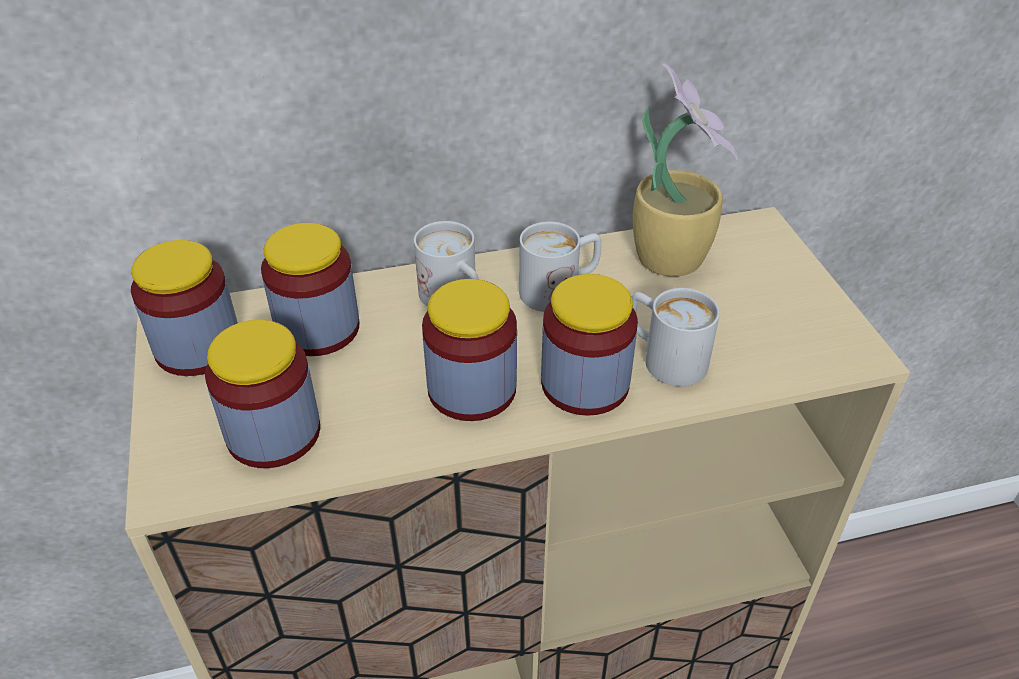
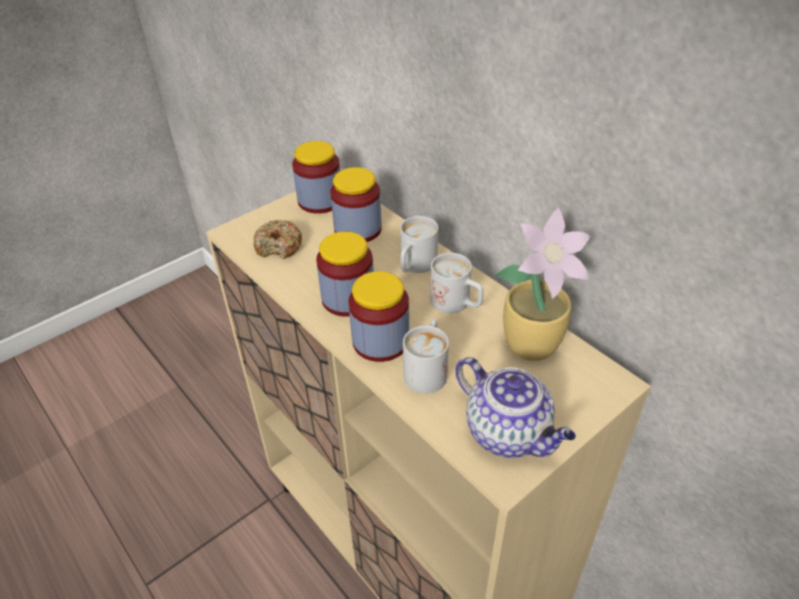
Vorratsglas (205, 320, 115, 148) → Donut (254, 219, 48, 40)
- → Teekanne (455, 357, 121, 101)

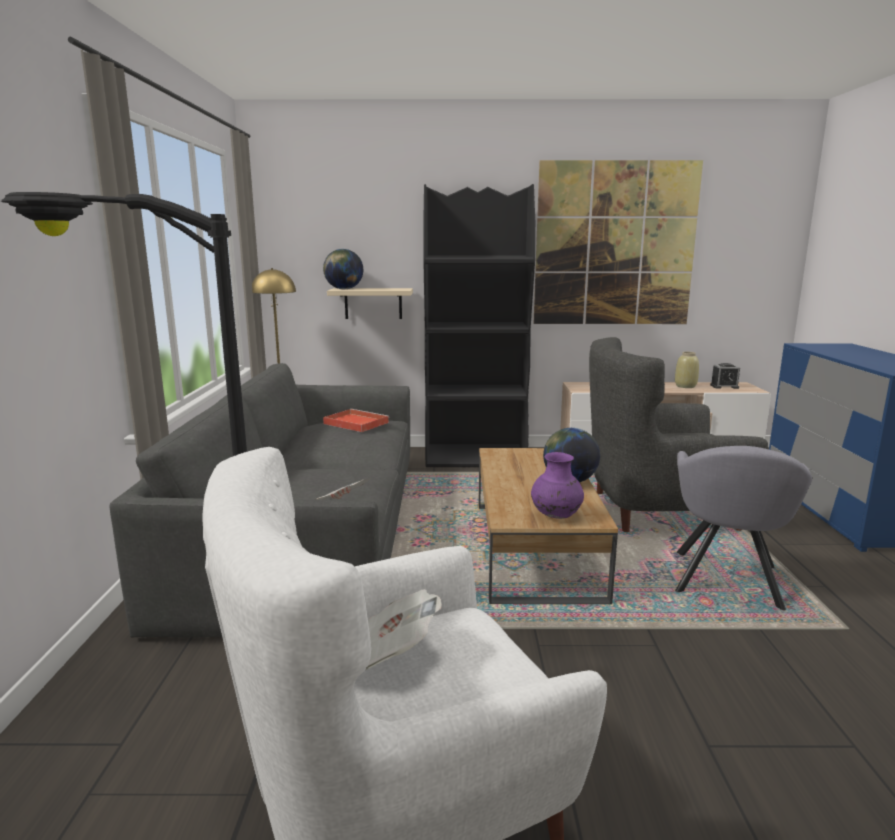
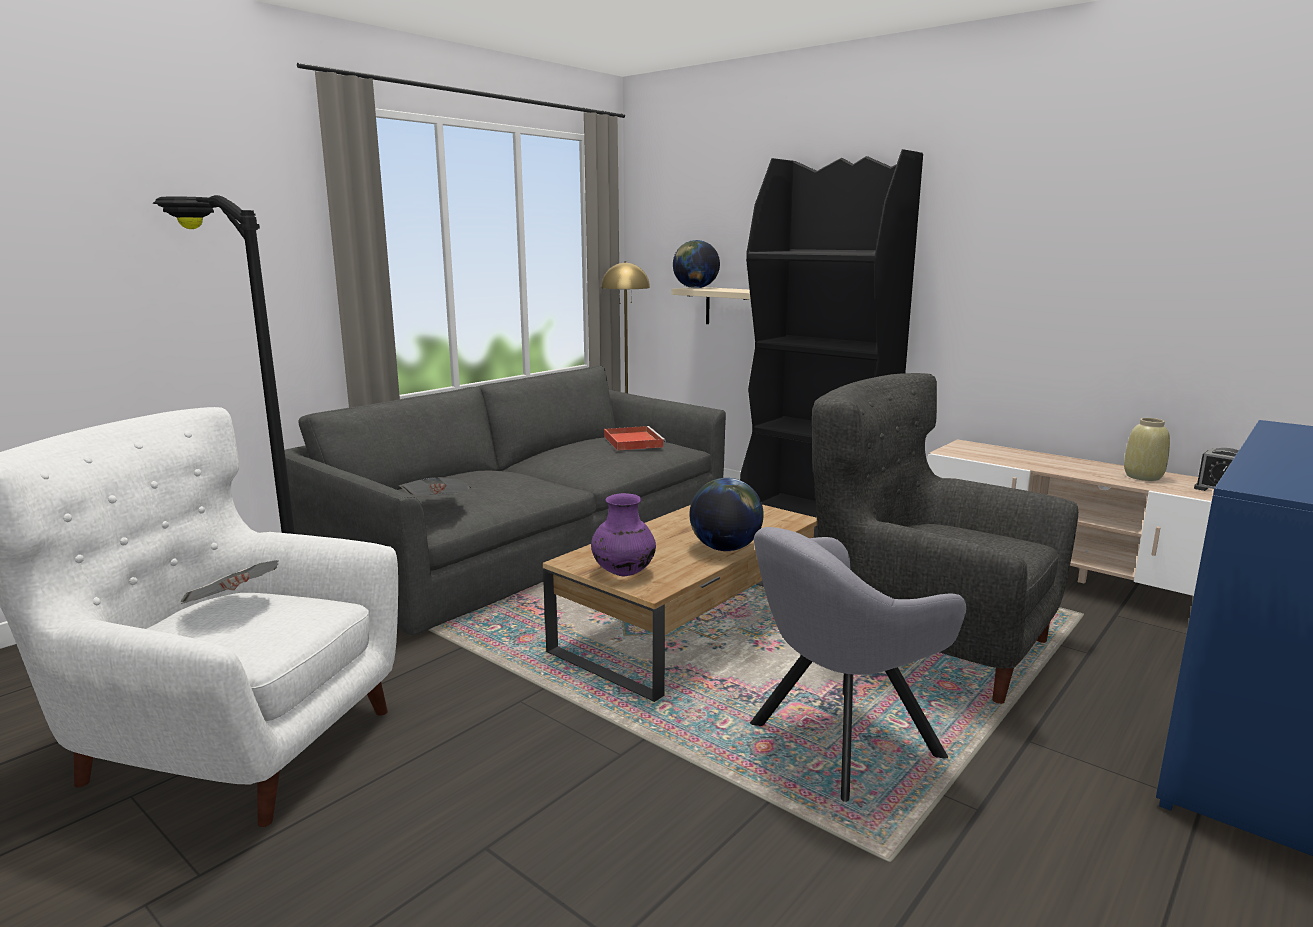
Bild (533, 160, 170, 164) → -

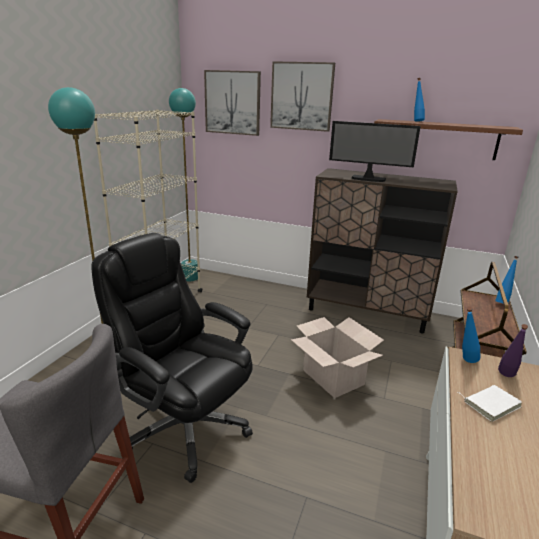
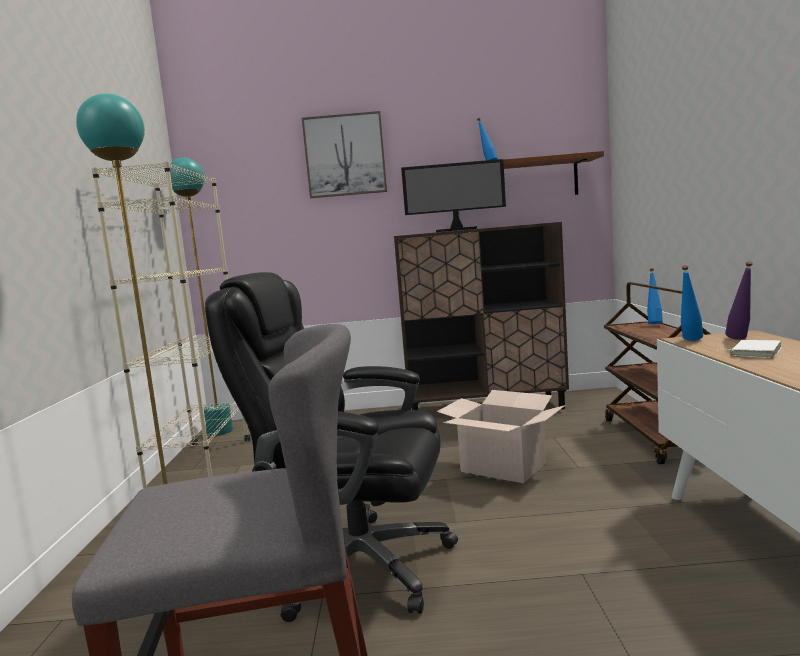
Bild (204, 70, 57, 66) → -

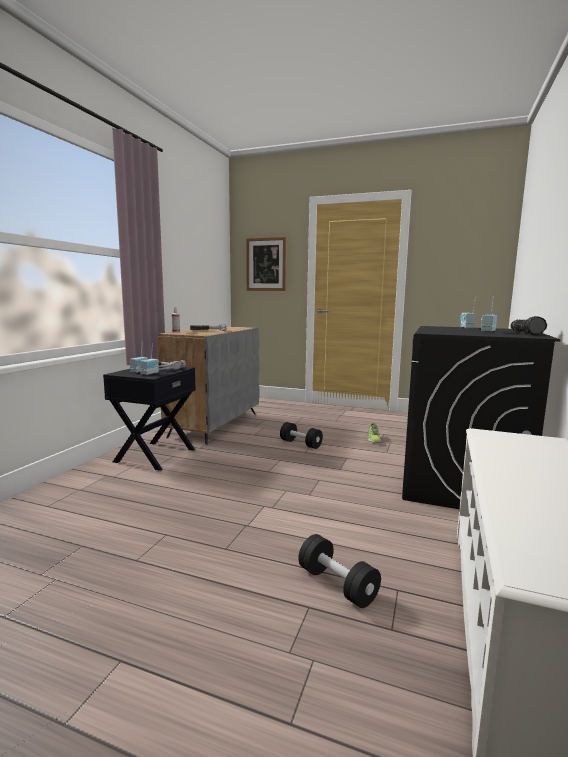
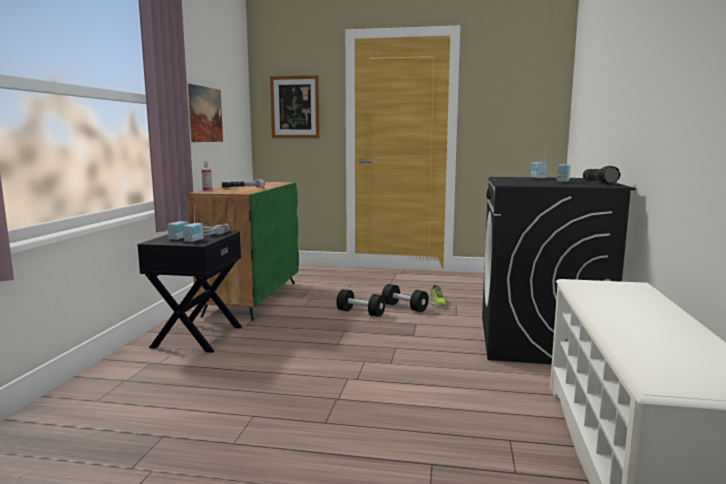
Schrank [grau] (158, 327, 102, 117) → Schrank [grün] (188, 182, 111, 139)
Hantel [schwarz] (298, 534, 83, 74) → Hantel [schwarz] (382, 284, 47, 28), move
- → Bild (188, 84, 35, 58)

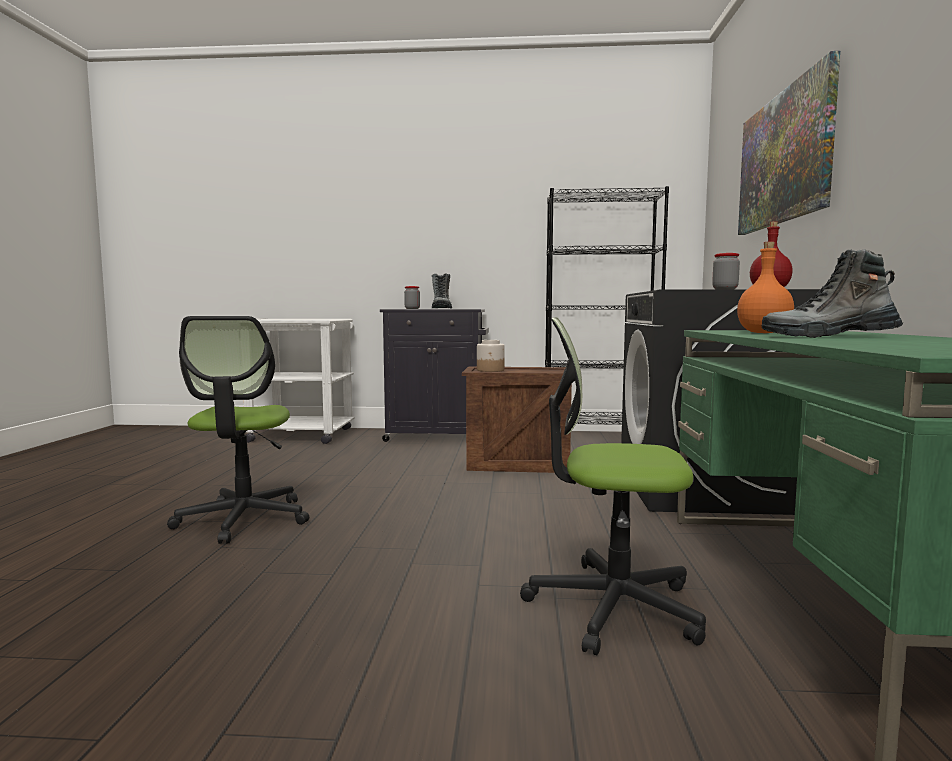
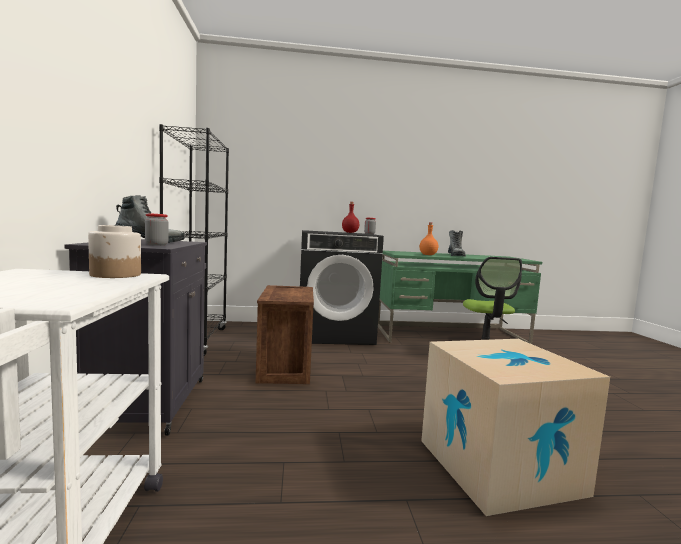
Bild (738, 51, 102, 184) → -
Bürostuhl (167, 316, 142, 228) → Karton (421, 339, 189, 177)
Vorratsglas (477, 340, 28, 32) → Vorratsglas (88, 225, 53, 53), move

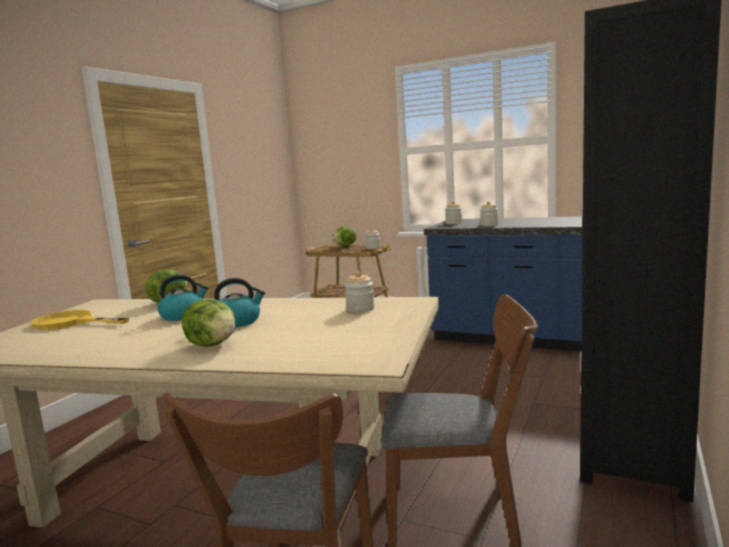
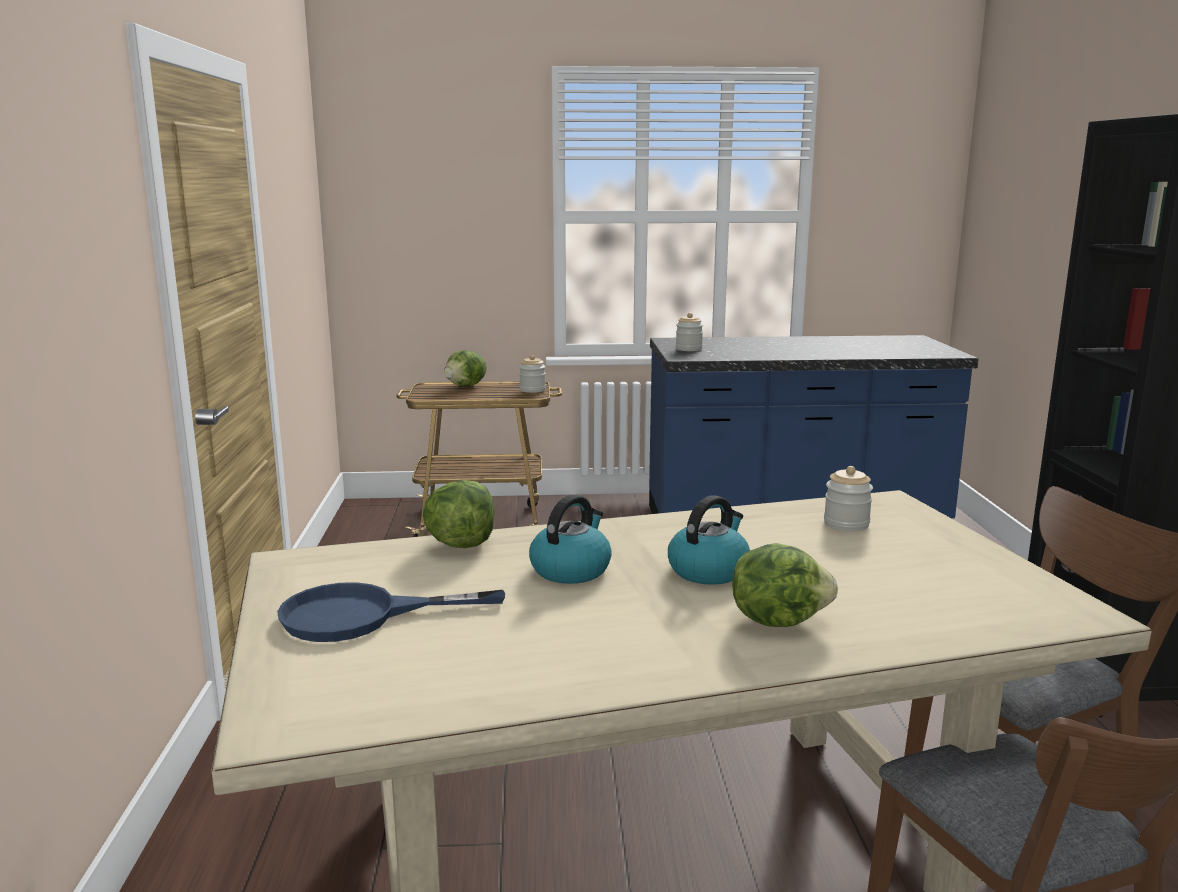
Vorratsglas (480, 201, 18, 25) → -
Pfanne [gelb] (31, 310, 98, 20) → Pfanne [blau] (277, 582, 228, 60)

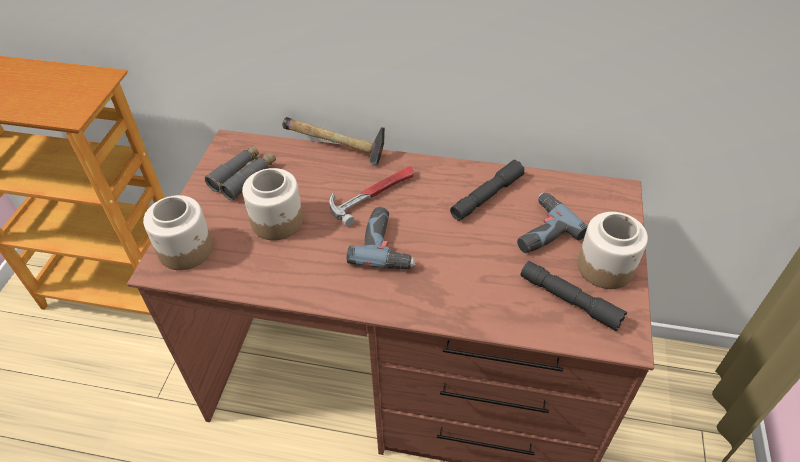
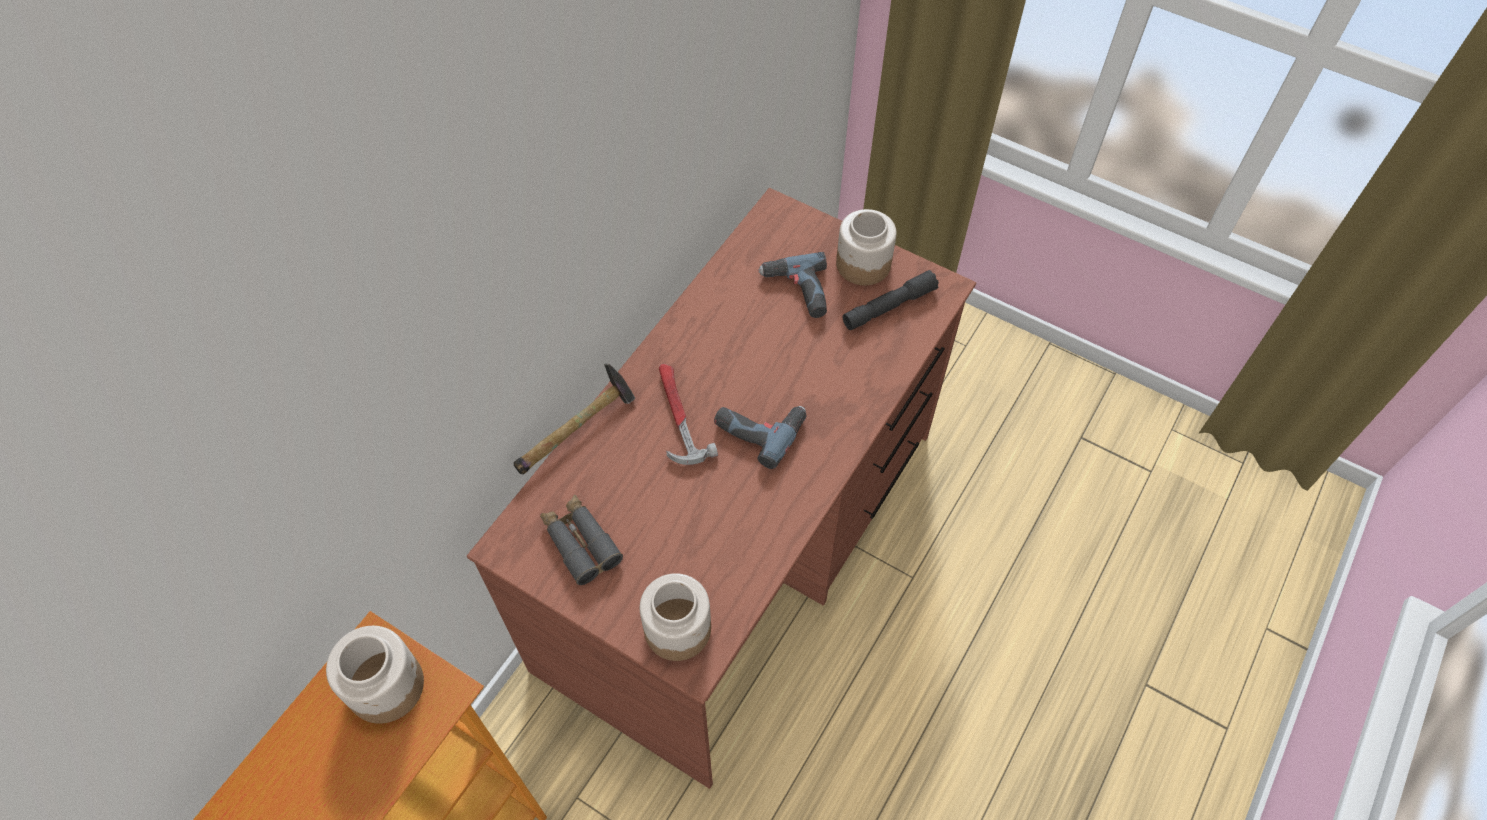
Taschenlampe [grau] (450, 160, 75, 61) → -
Vorratsglas (242, 168, 61, 72) → Vorratsglas (326, 626, 98, 98), move

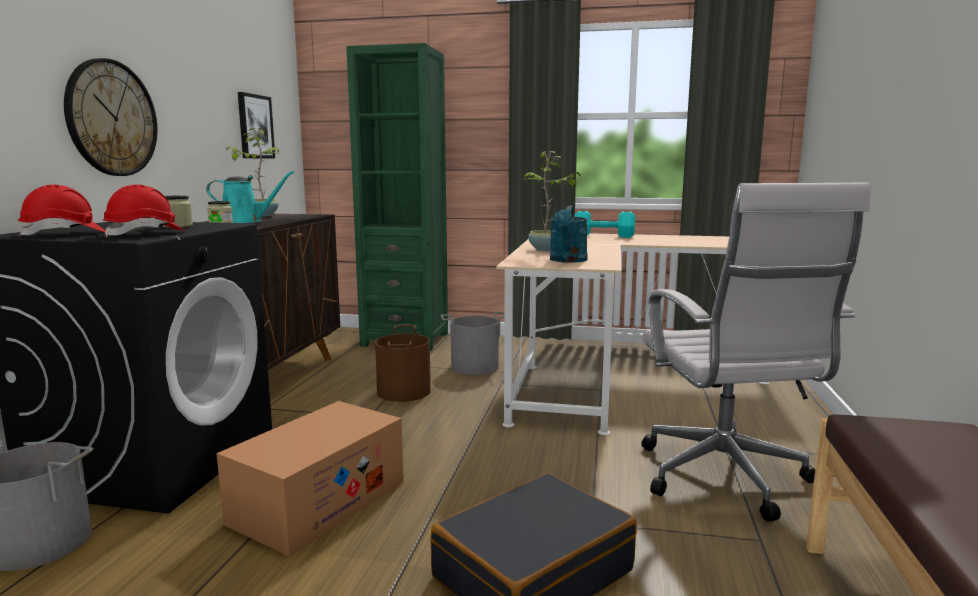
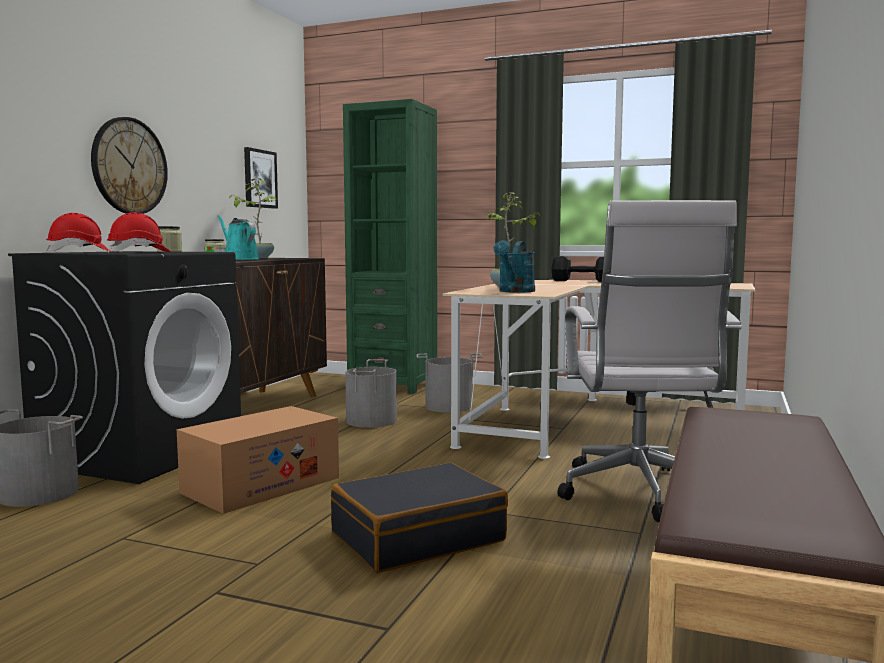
Gießkanne [türkis] (206, 171, 88, 52) → Gießkanne [türkis] (217, 215, 42, 45), 135 degrees counterclockwise
Hantel [türkis] (574, 211, 61, 27) → Hantel [schwarz] (551, 256, 53, 26)
Eimer [braun] (375, 325, 56, 77) → Eimer [grau] (345, 359, 52, 69)

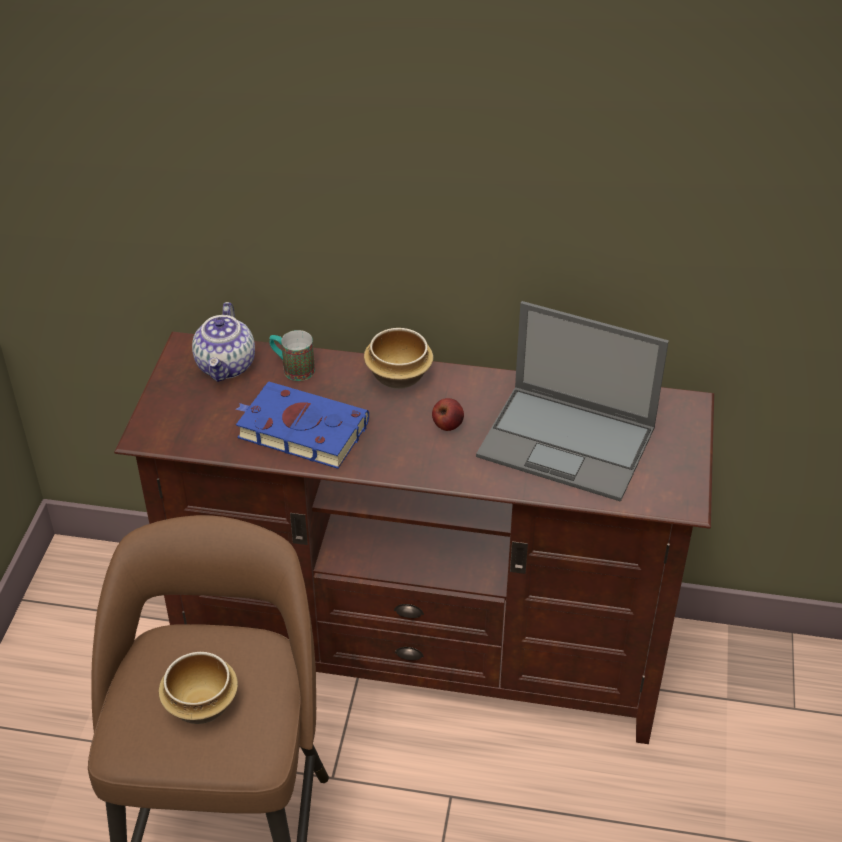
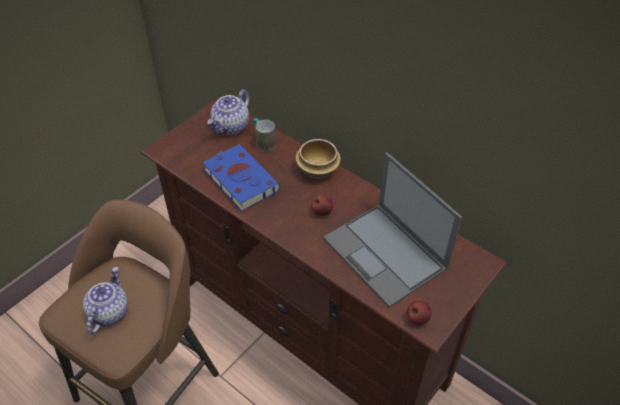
Schüssel (158, 652, 80, 72) → Teekanne (83, 267, 45, 67)
- → Apfel (407, 301, 25, 24)

